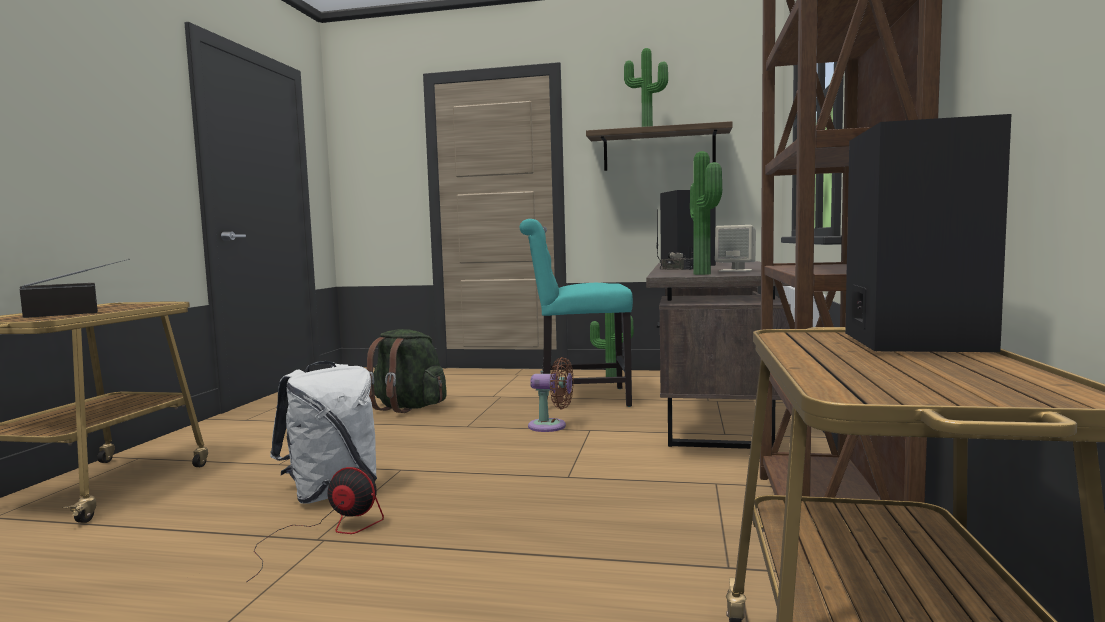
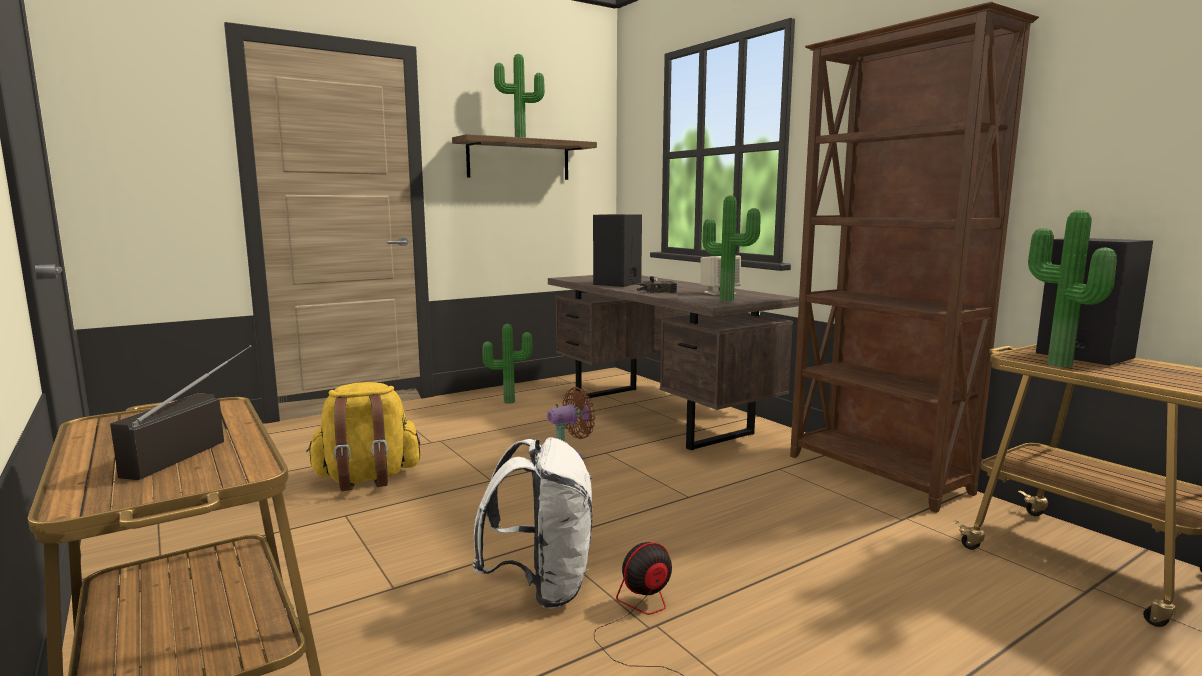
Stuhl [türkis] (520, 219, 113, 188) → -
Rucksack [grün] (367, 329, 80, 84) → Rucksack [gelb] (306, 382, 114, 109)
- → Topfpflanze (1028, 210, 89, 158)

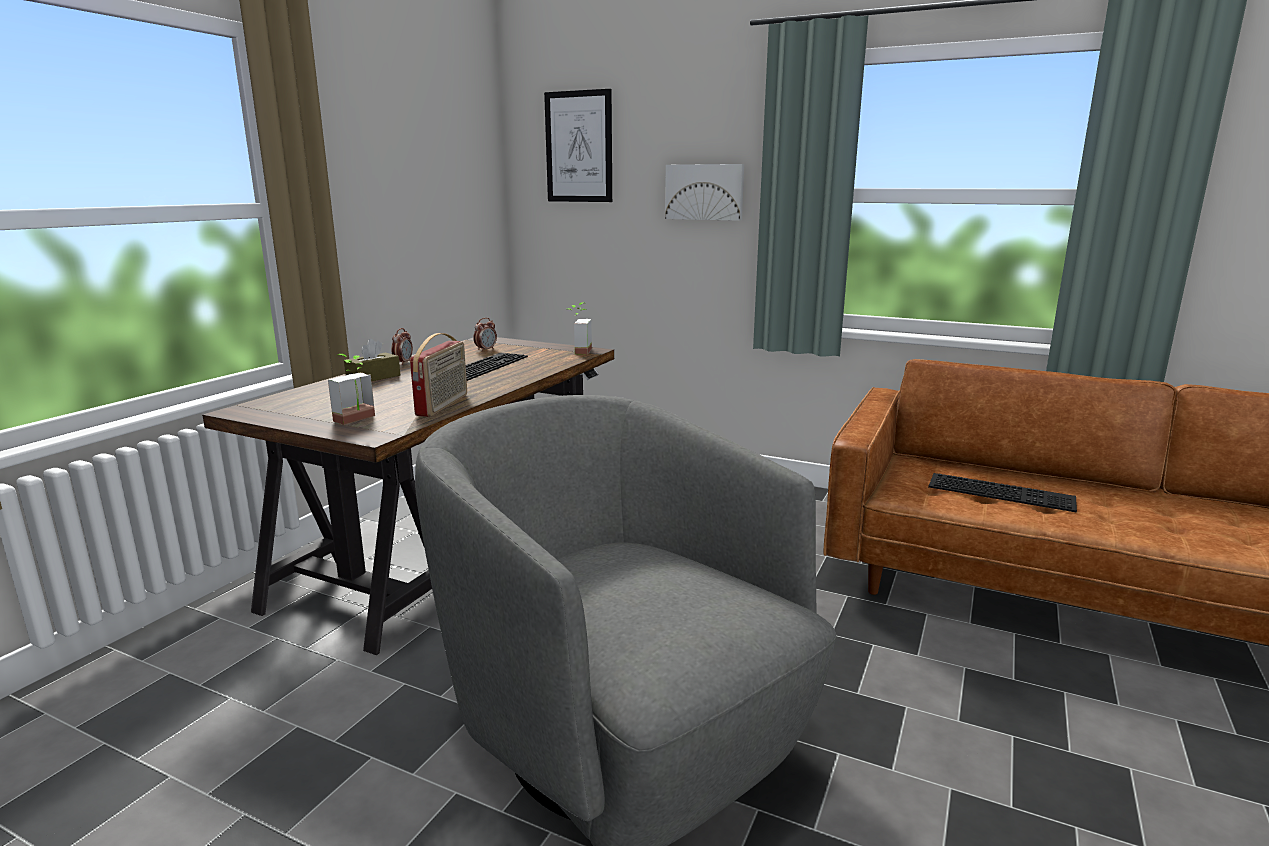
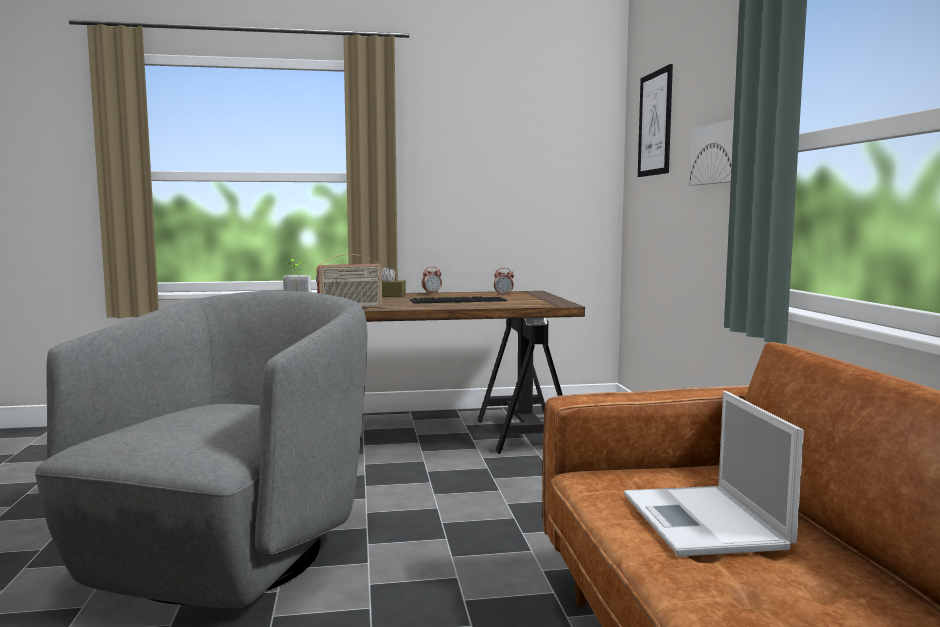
Topfpflanze (569, 302, 23, 53) → -
Tastatur (928, 473, 149, 40) → Laptop (624, 391, 180, 166)

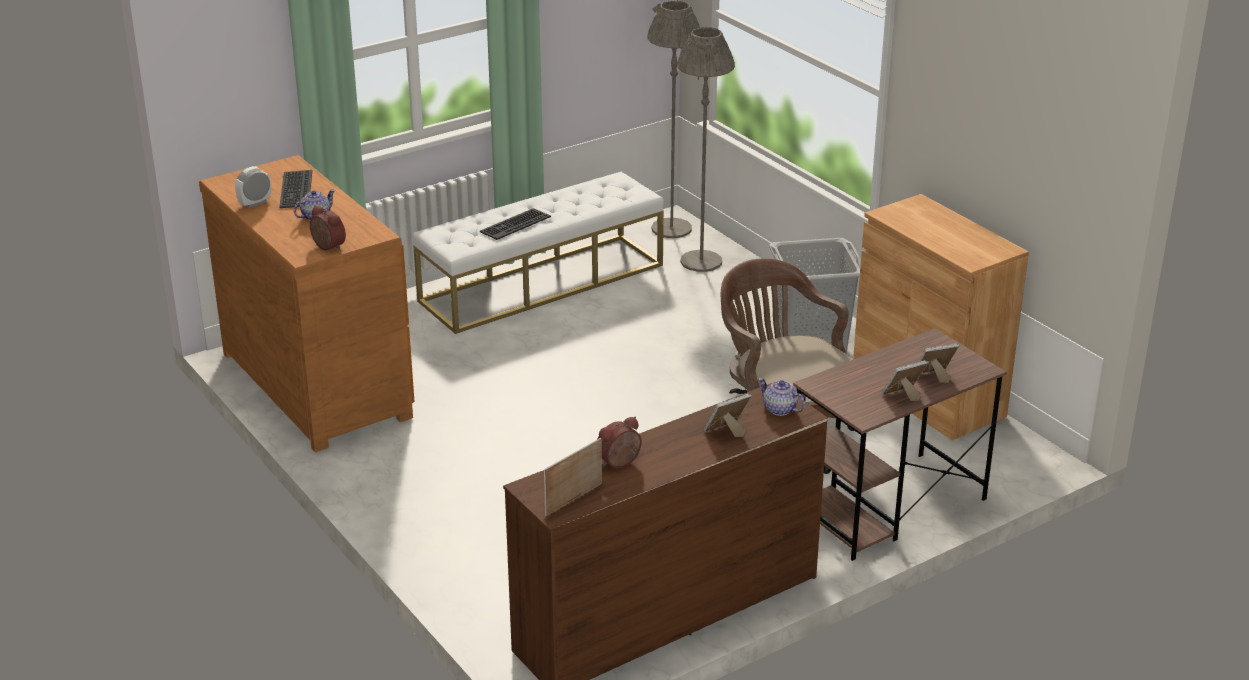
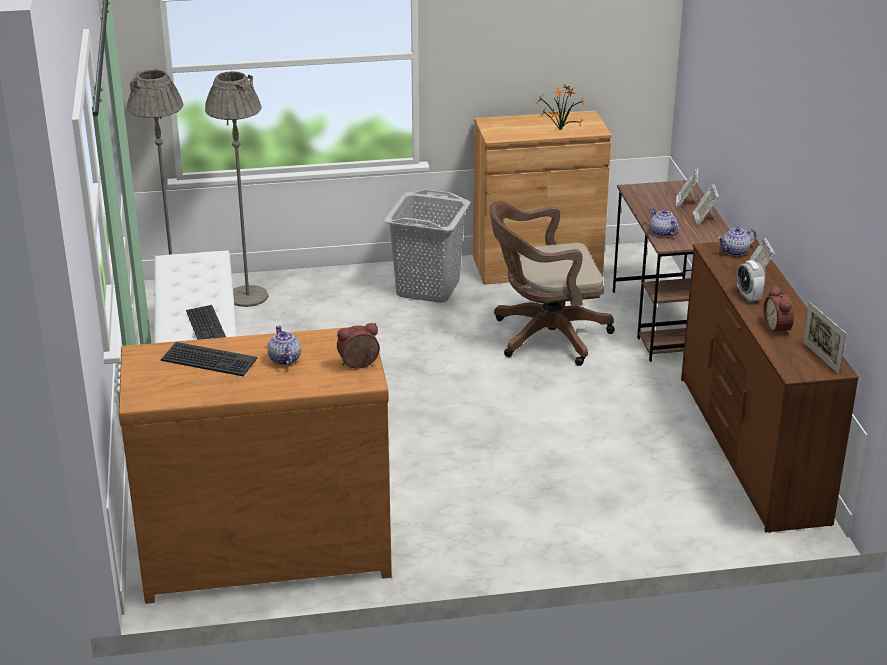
Wecker (235, 166, 36, 42) → Wecker (737, 260, 28, 42), move
- → Topfpflanze (537, 85, 48, 45)
- → Teekanne (650, 208, 29, 29)

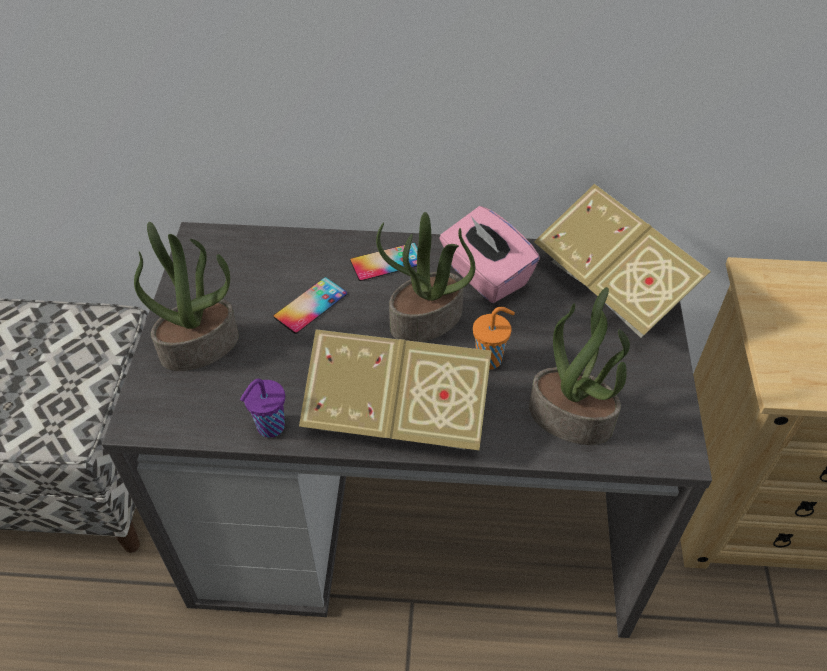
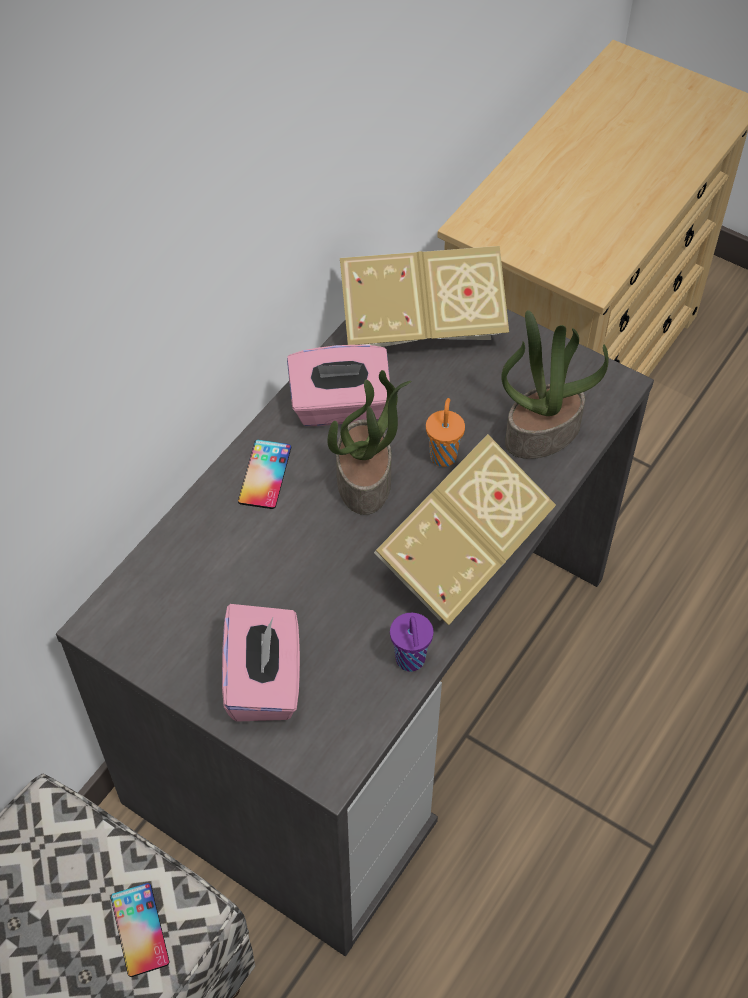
Topfpflanze (134, 222, 105, 149) → Taschentuchbox [rosa] (222, 604, 78, 118)
Handy (273, 277, 74, 57) → Handy (111, 883, 58, 94), move

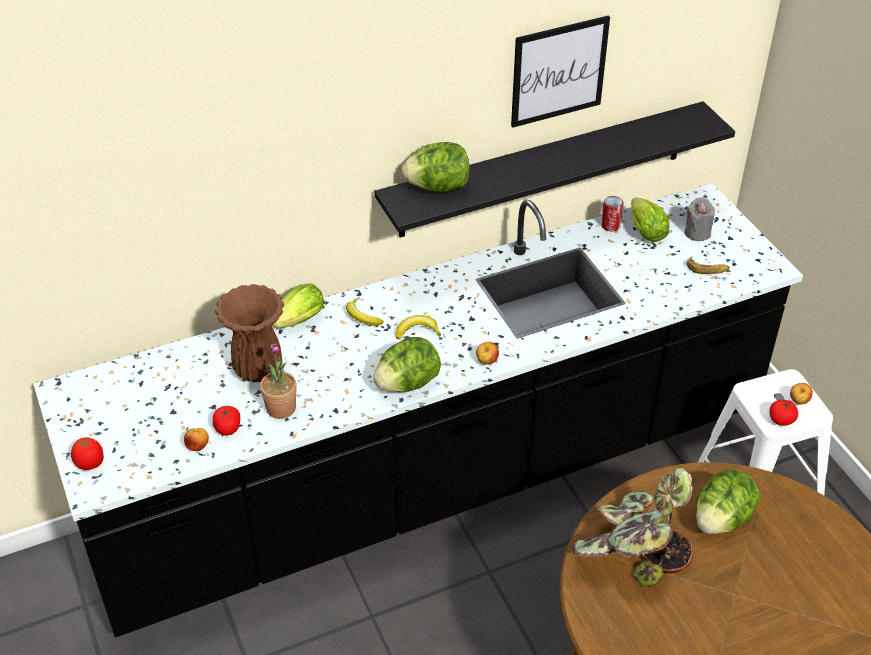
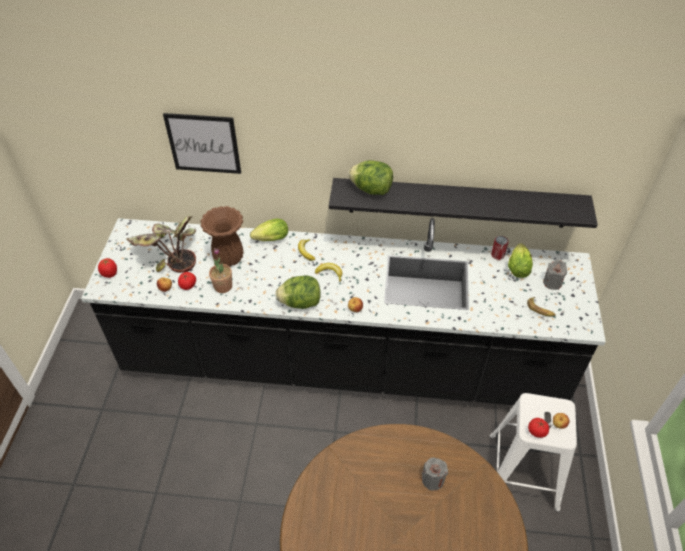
Bild (511, 15, 99, 113) → Bild (163, 113, 78, 61), move
Topfpflanze (573, 468, 121, 119) → Topfpflanze (127, 215, 69, 58), move
Salatkopf (696, 470, 65, 64) → Kerze [grau] (422, 458, 26, 32)

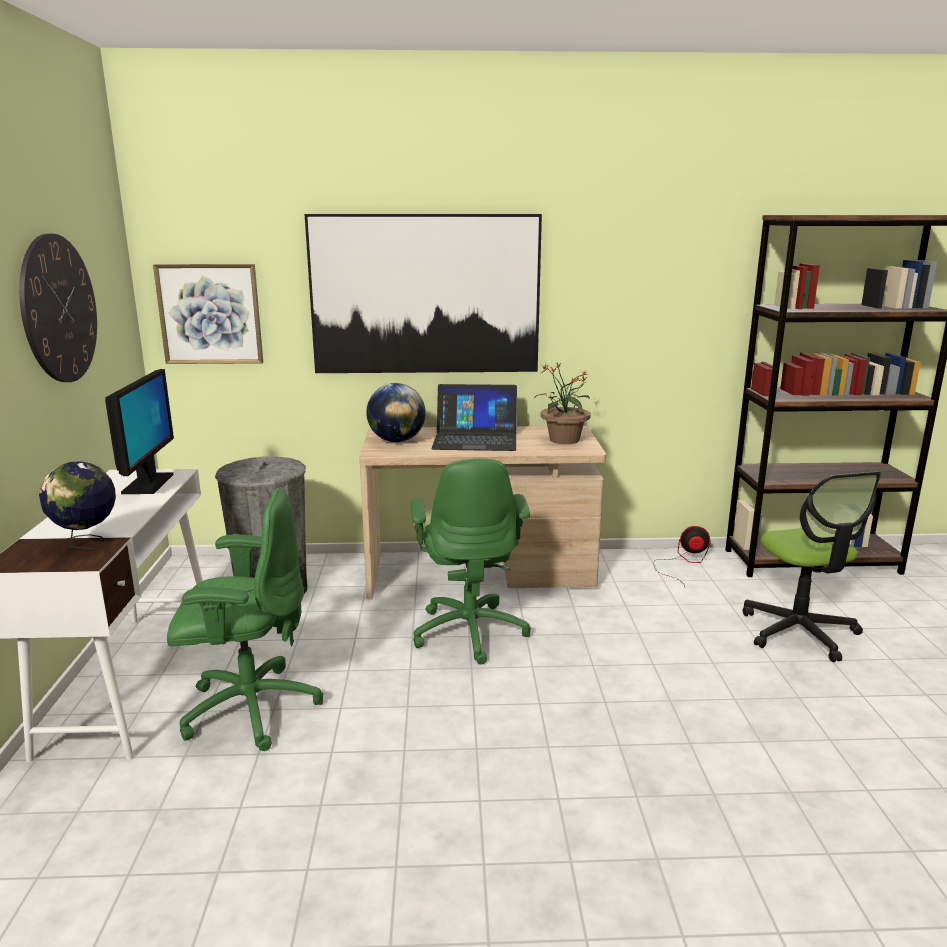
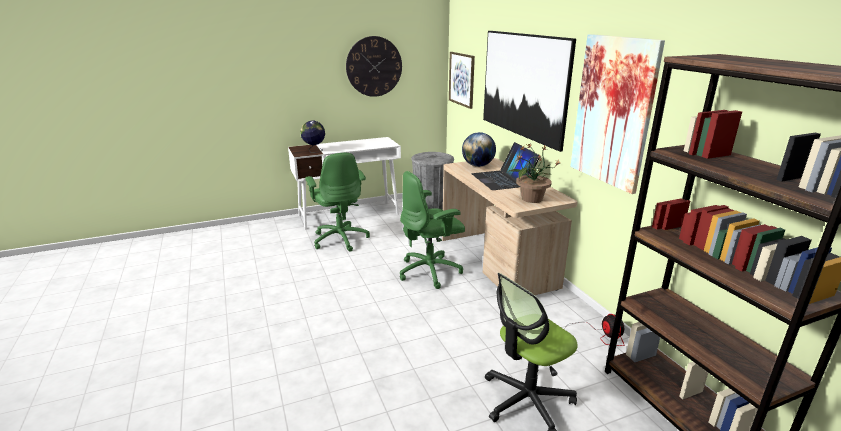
Monitor (105, 369, 69, 125) → -
- → Bild (570, 34, 95, 160)

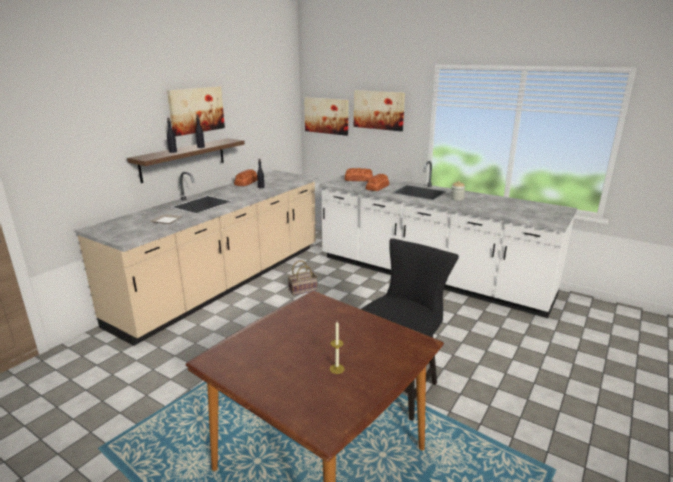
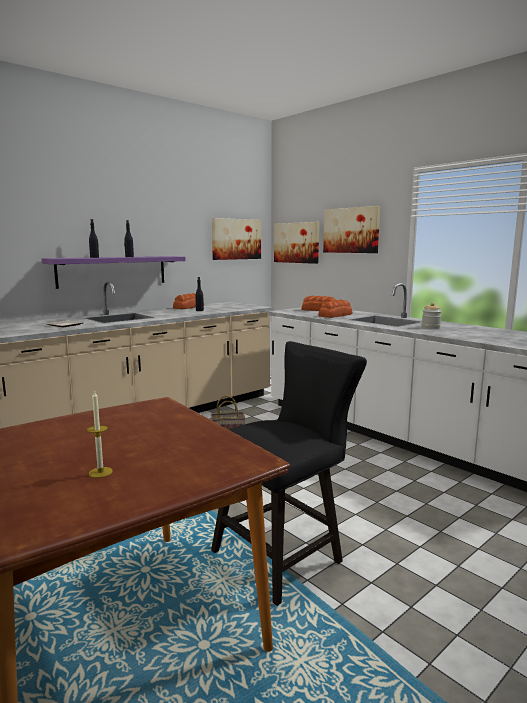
Bild (167, 86, 58, 51) → Bild (212, 218, 49, 42), move
Wandregal [braun] (127, 138, 118, 45) → Wandregal [lila] (42, 256, 144, 33)

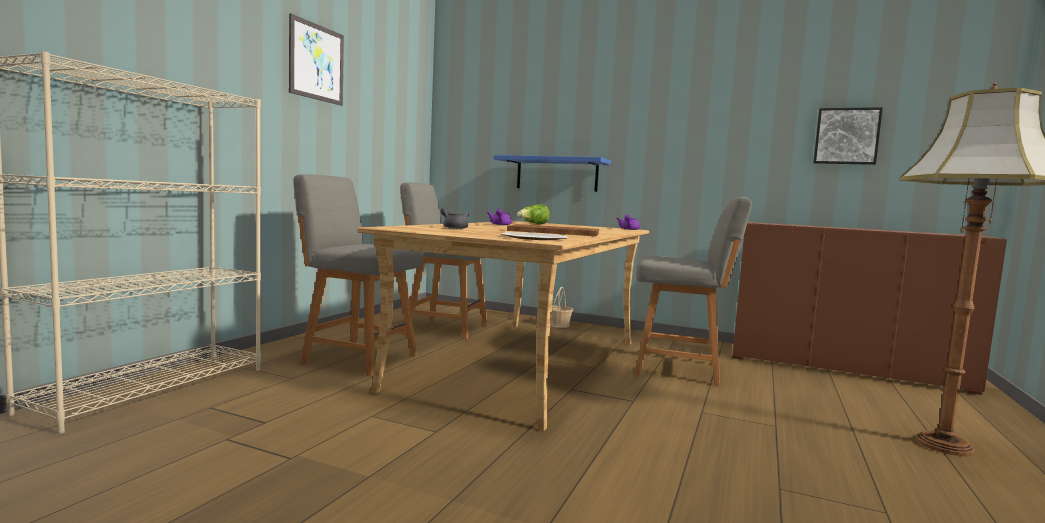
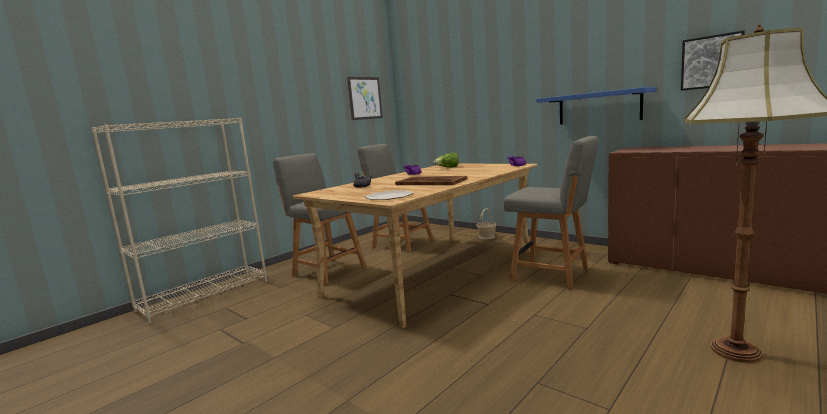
Bild (289, 13, 55, 93) → Bild (347, 77, 36, 43), move
Wandregal [blau] (494, 155, 117, 37) → Wandregal [blau] (536, 87, 120, 38), move

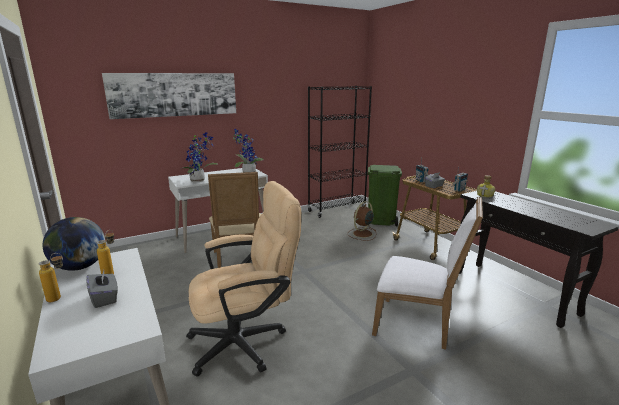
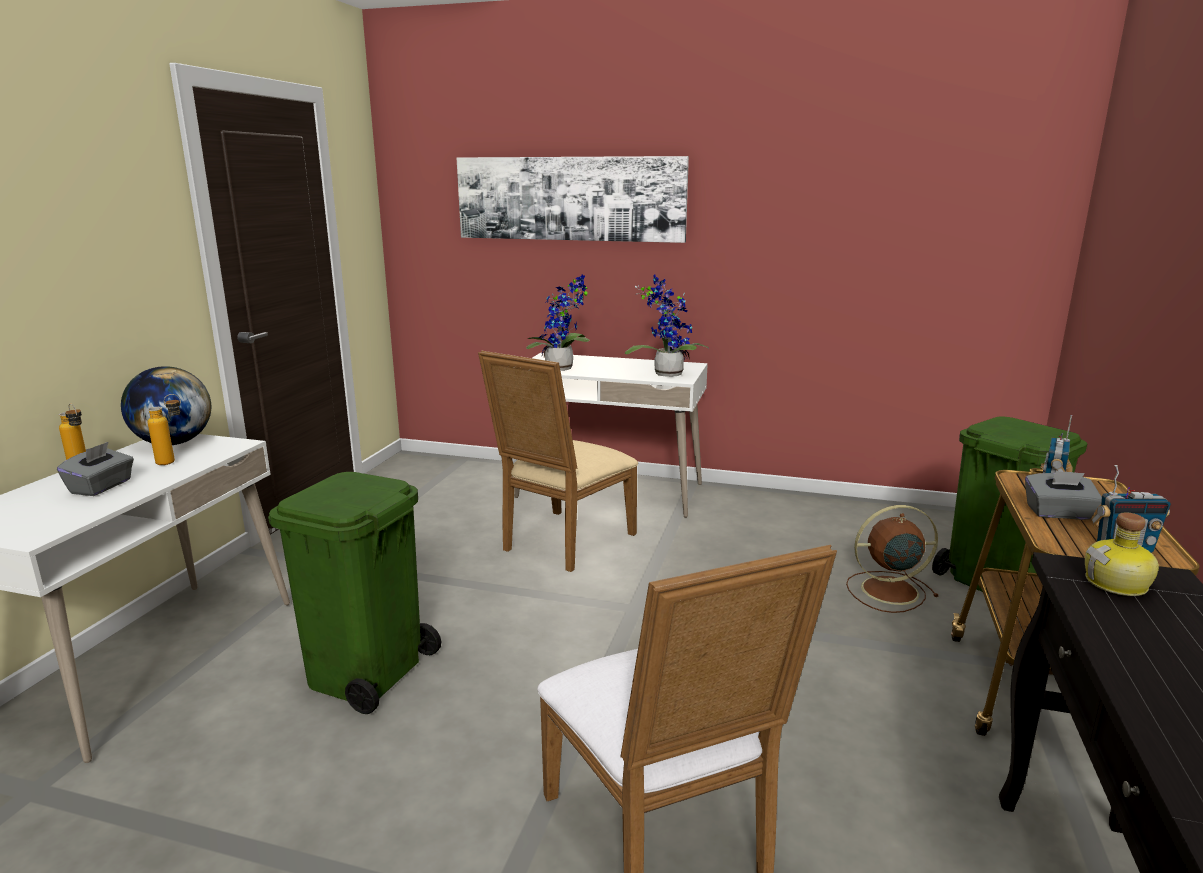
Bücherregal [schwarz] (308, 86, 64, 132) → -
Bürostuhl [beige] (186, 181, 115, 196) → Mülleimer [grün] (268, 472, 174, 242)

